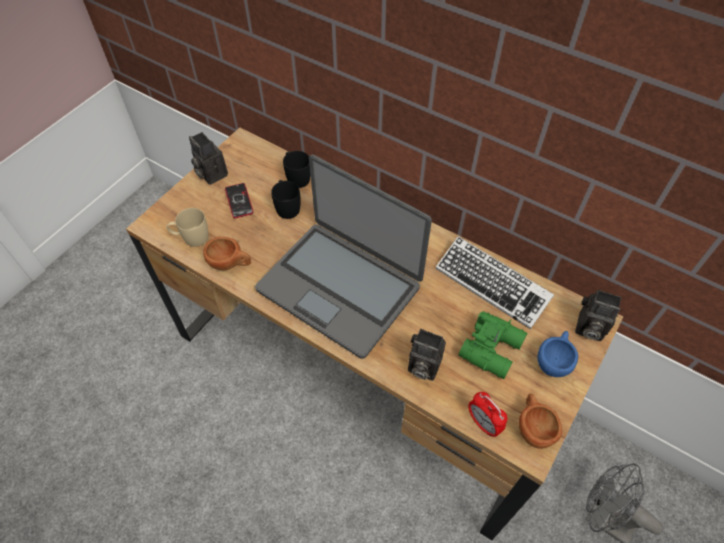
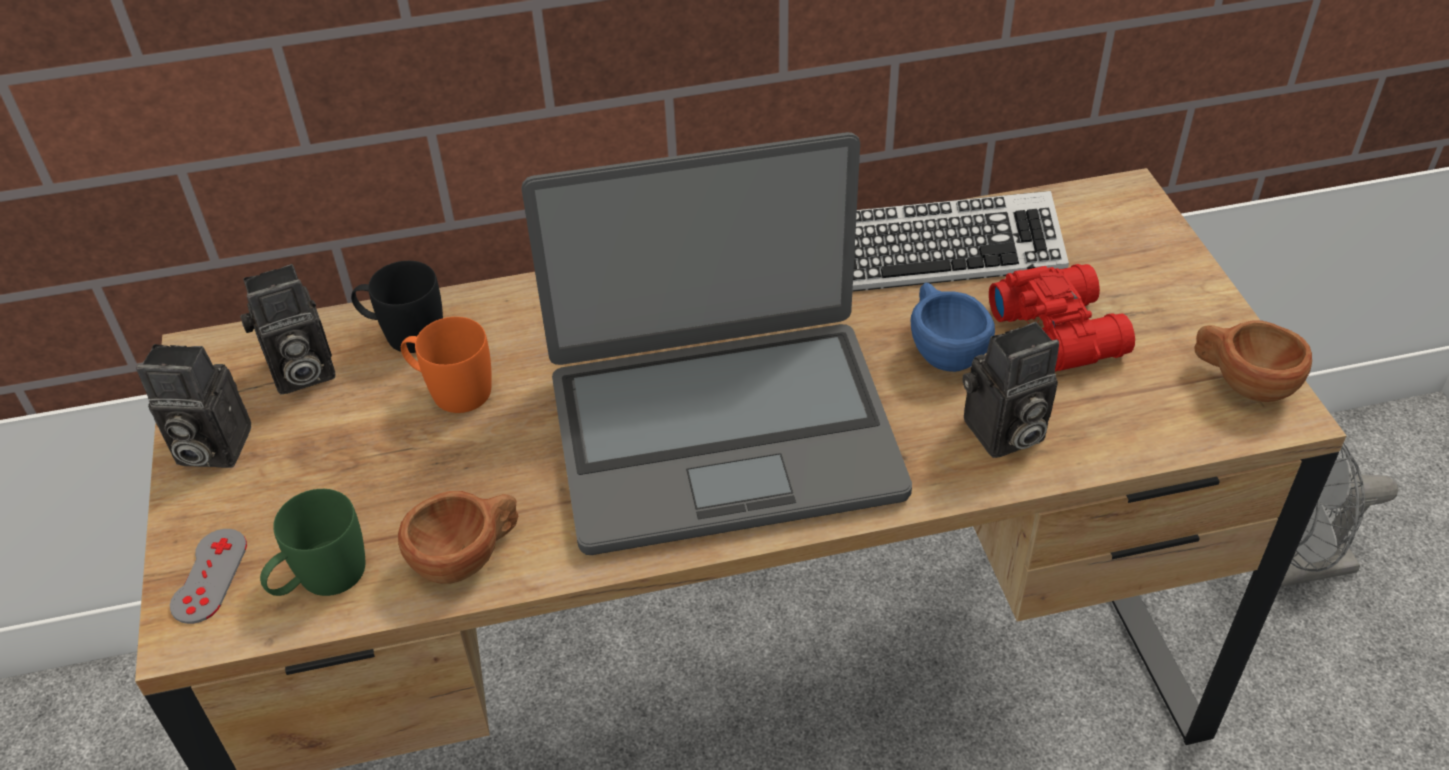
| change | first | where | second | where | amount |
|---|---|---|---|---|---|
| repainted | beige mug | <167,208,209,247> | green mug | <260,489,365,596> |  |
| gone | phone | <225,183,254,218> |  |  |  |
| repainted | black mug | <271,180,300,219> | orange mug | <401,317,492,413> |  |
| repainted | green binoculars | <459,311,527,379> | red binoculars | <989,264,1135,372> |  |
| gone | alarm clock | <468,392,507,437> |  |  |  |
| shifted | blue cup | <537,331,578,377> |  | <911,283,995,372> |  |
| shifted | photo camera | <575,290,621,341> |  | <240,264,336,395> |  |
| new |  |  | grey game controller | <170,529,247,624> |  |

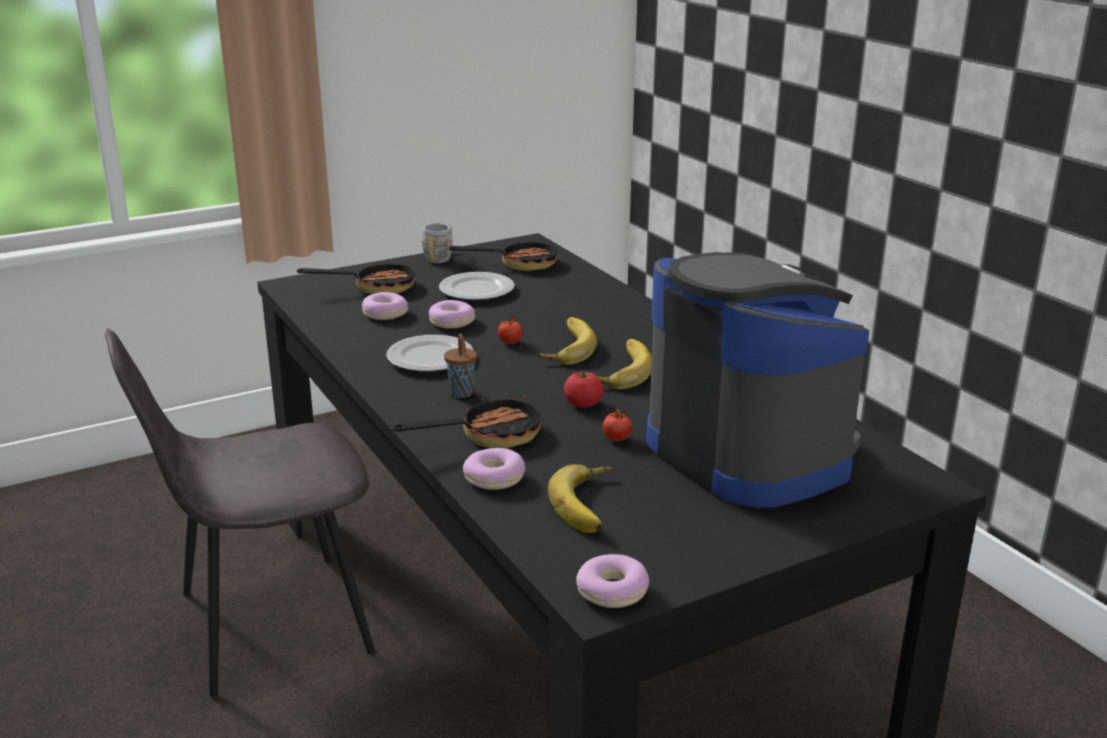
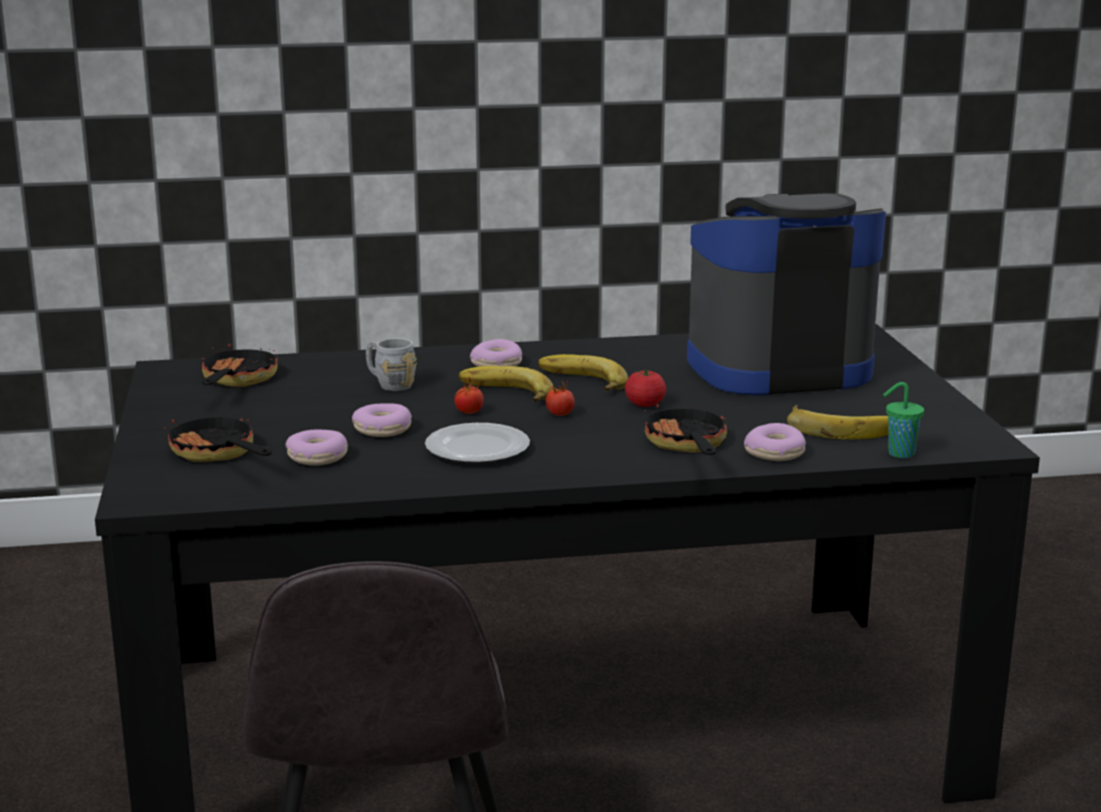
| change | first | where | second | where | amount |
|---|---|---|---|---|---|
| rotated | frying pan | <297,259,415,294> |  | <164,407,272,462> | 45 degrees counterclockwise |
| shifted | grey mug | <422,223,453,263> |  | <366,338,417,391> |  |
| gone | plate | <439,272,515,301> |  |  |  |
| gone | brown cup | <444,334,477,398> |  |  |  |
| shifted | donut | <576,554,649,608> |  | <470,339,523,367> |  |
| shifted | tomato | <602,406,632,441> |  | <546,381,575,416> |  |
| new |  |  | green cup | <883,382,924,458> |  |

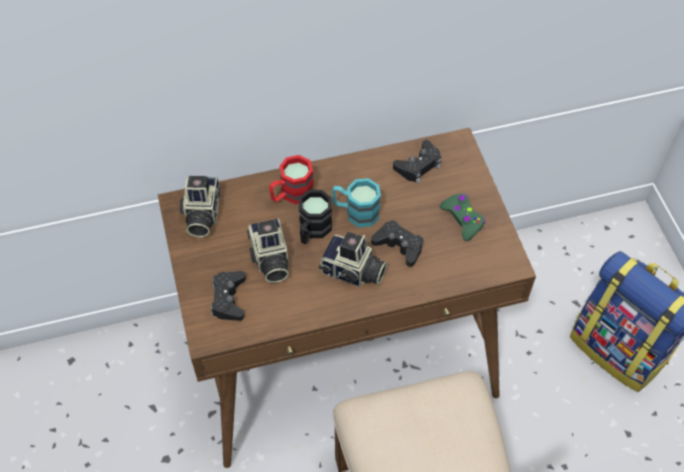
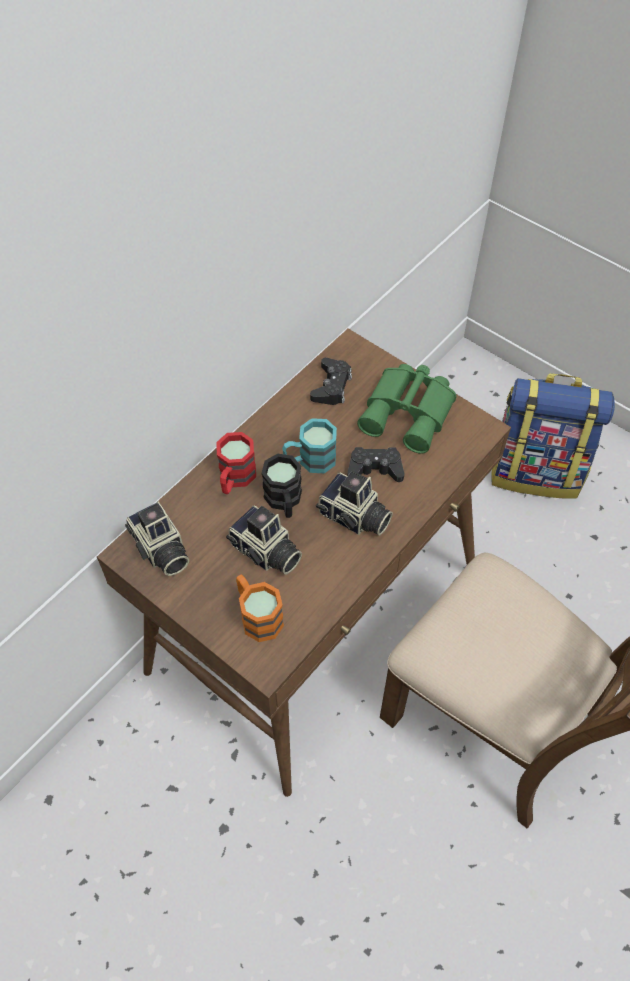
| change | first | where | second | where | amount |
|---|---|---|---|---|---|
| swapped | black game controller | <211,271,246,321> | orange mug | <236,575,284,642> |  |
| rotated | photo camera | <319,232,387,287> |  | <316,471,393,536> | 45 degrees clockwise |
| swapped | green game controller | <440,193,485,241> | green binoculars | <357,364,456,454> |  |

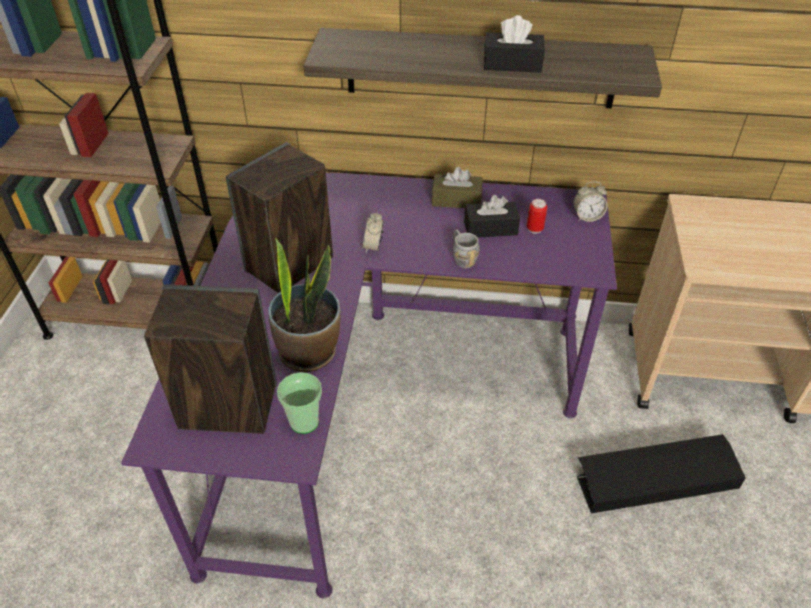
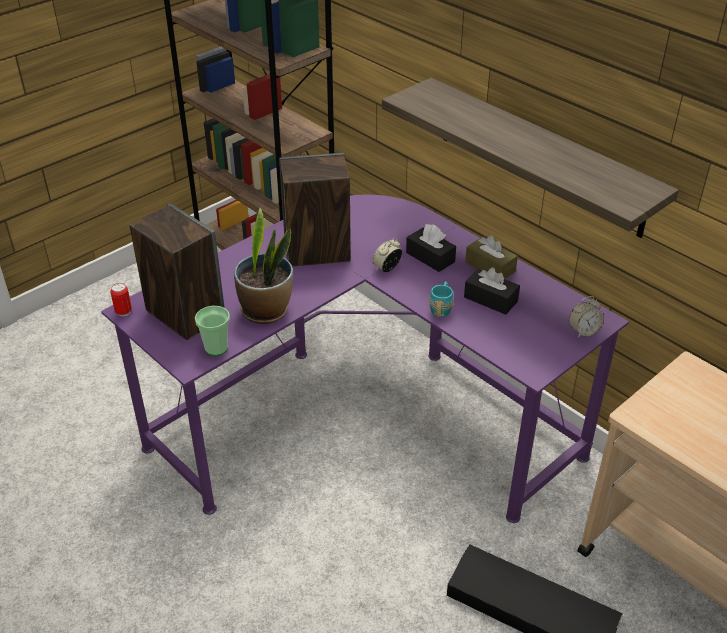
| change | first | where | second | where | amount |
|---|---|---|---|---|---|
| repainted | grey mug | <453,230,480,268> | turquoise mug | <429,282,454,318> |  |
| shifted | black tissue box | <484,15,545,73> |  | <406,224,456,272> |  |
| shifted | can | <527,199,547,234> |  | <110,283,132,316> |  |
| rotated | alarm clock | <573,182,608,222> |  | <569,296,604,337> | 60 degrees counterclockwise |

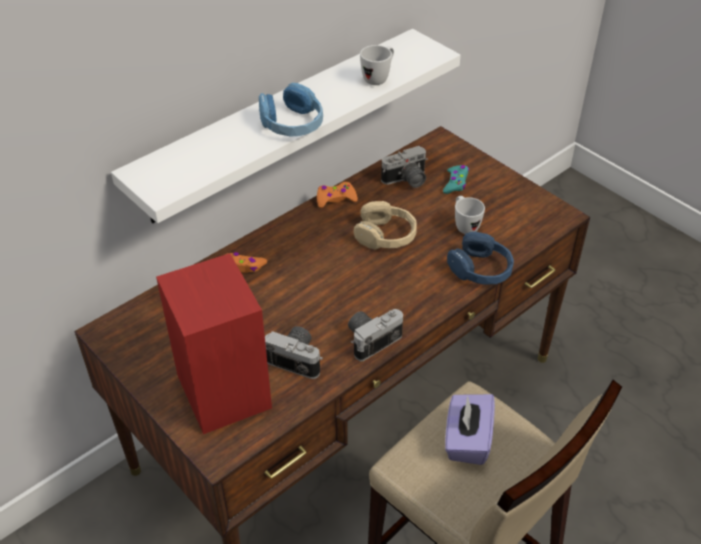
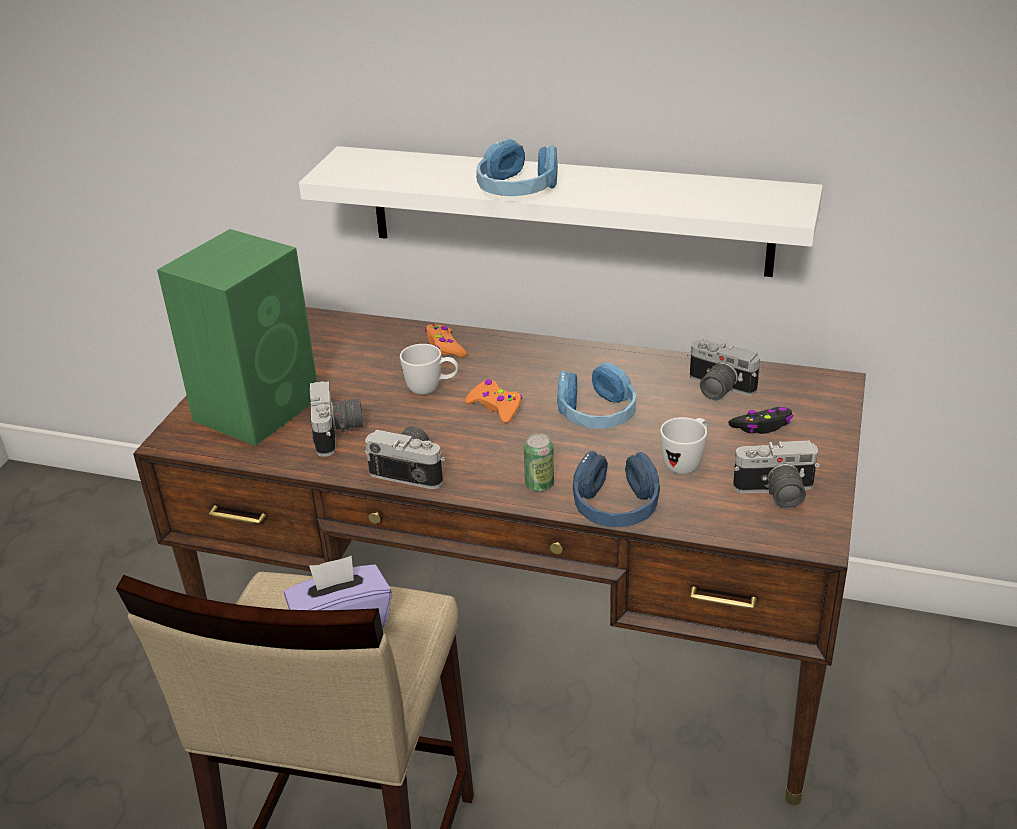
| change | first | where | second | where | amount |
|---|---|---|---|---|---|
| repainted | red speaker | <156,253,272,434> | green speaker | <157,229,317,446> |  |
| shifted | orange game controller | <317,182,358,208> |  | <465,379,523,423> |  |
| repainted | beige headphones | <354,201,417,250> | blue headphones | <557,362,636,429> |  |
| shifted | white mug | <360,45,394,85> |  | <400,344,458,395> |  |
| repainted | turquoise game controller | <443,165,469,194> | black game controller | <728,407,793,434> |  |
| new |  |  | can | <524,433,554,492> |  |
| new |  |  | photo camera | <733,441,820,508> |  |

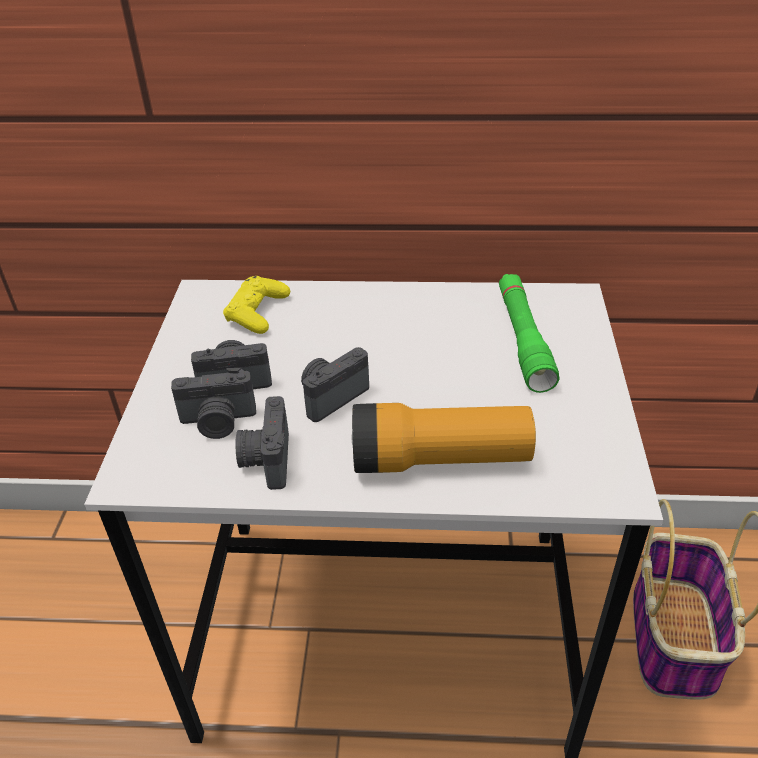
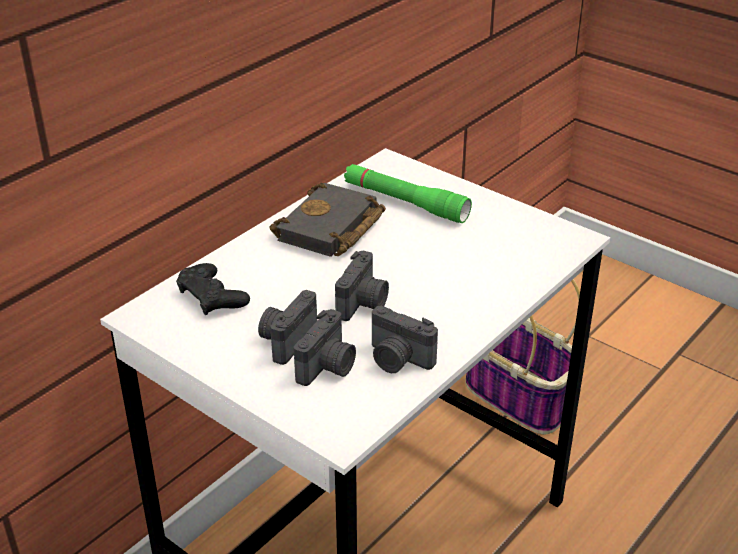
| change | first | where | second | where | amount |
|---|---|---|---|---|---|
| repainted | yellow game controller | <223,276,290,334> | black game controller | <176,263,250,315> |  |
| rotated | photo camera | <301,347,369,422> |  | <335,251,389,321> | 150 degrees counterclockwise |
| gone | flashlight | <351,403,536,473> |  |  |  |
| new |  |  | black book | <269,183,386,257> |  |

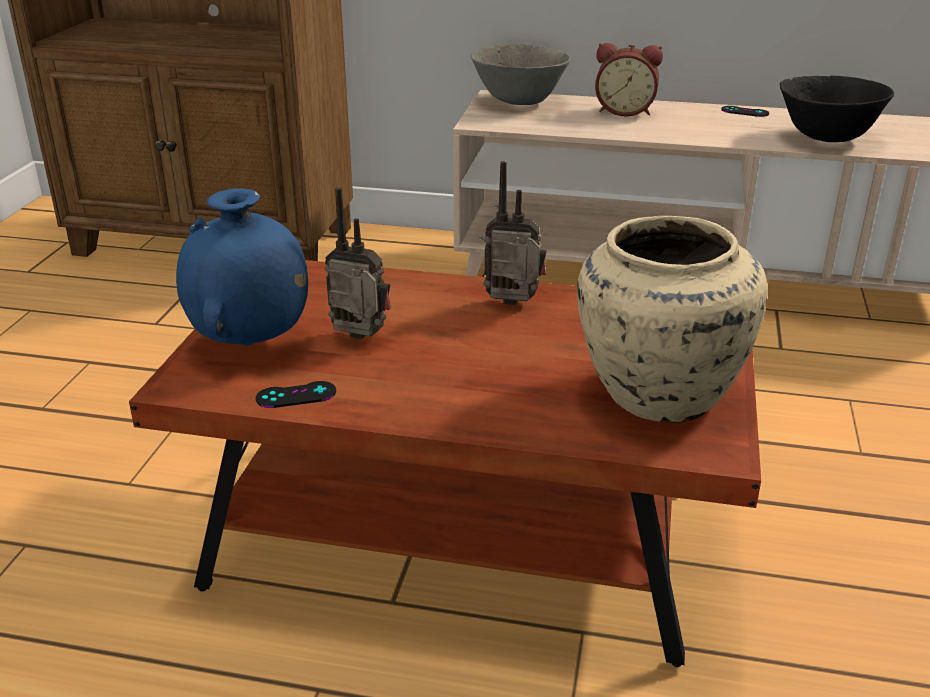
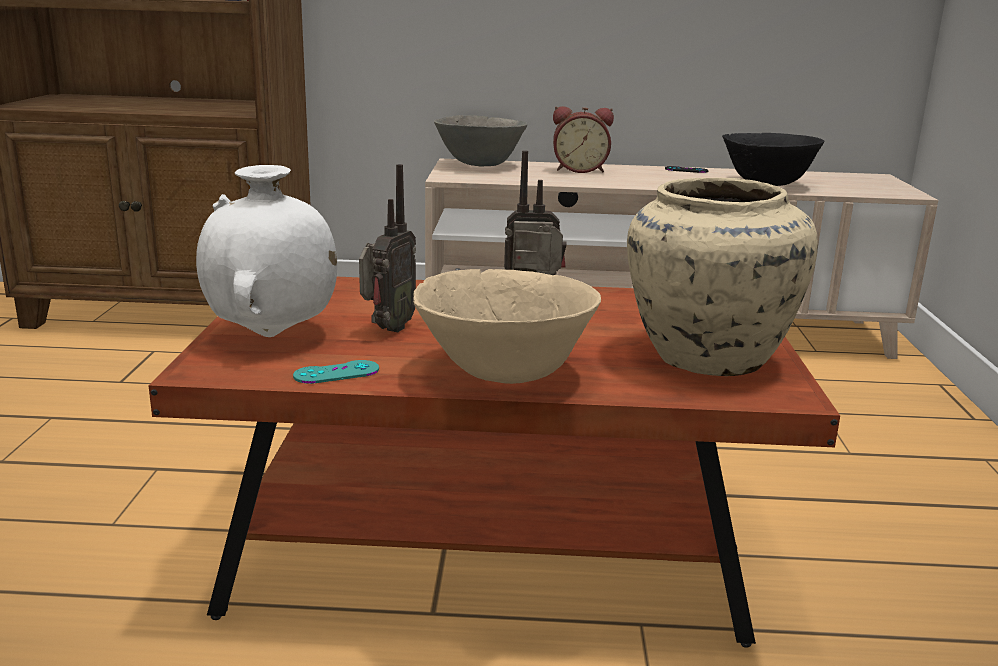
| change | first | where | second | where | amount |
|---|---|---|---|---|---|
| repainted | blue vase | <176,188,308,346> | white vase | <196,165,337,337> |  |
| repainted | black game controller | <256,381,336,408> | turquoise game controller | <293,360,379,384> |  |
| rotated | radio | <325,187,391,339> |  | <359,164,416,332> | 105 degrees clockwise |
| new |  |  | beige bowl | <413,269,601,384> |  |

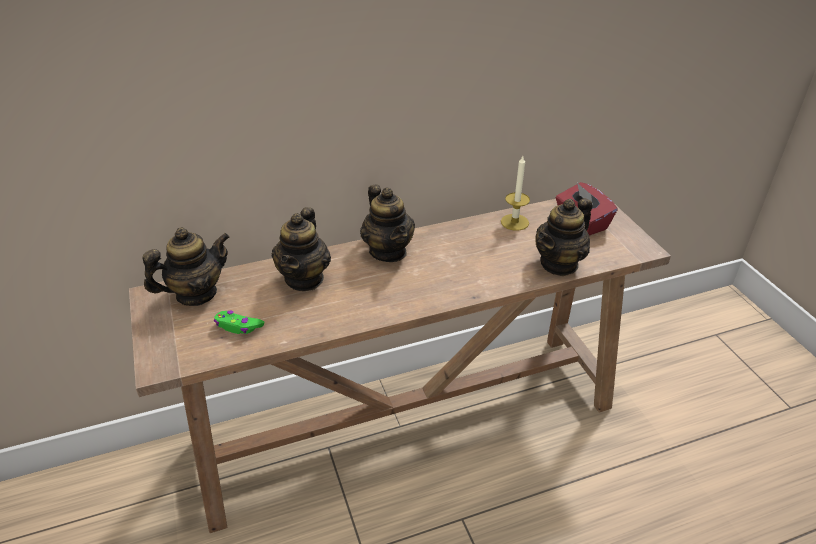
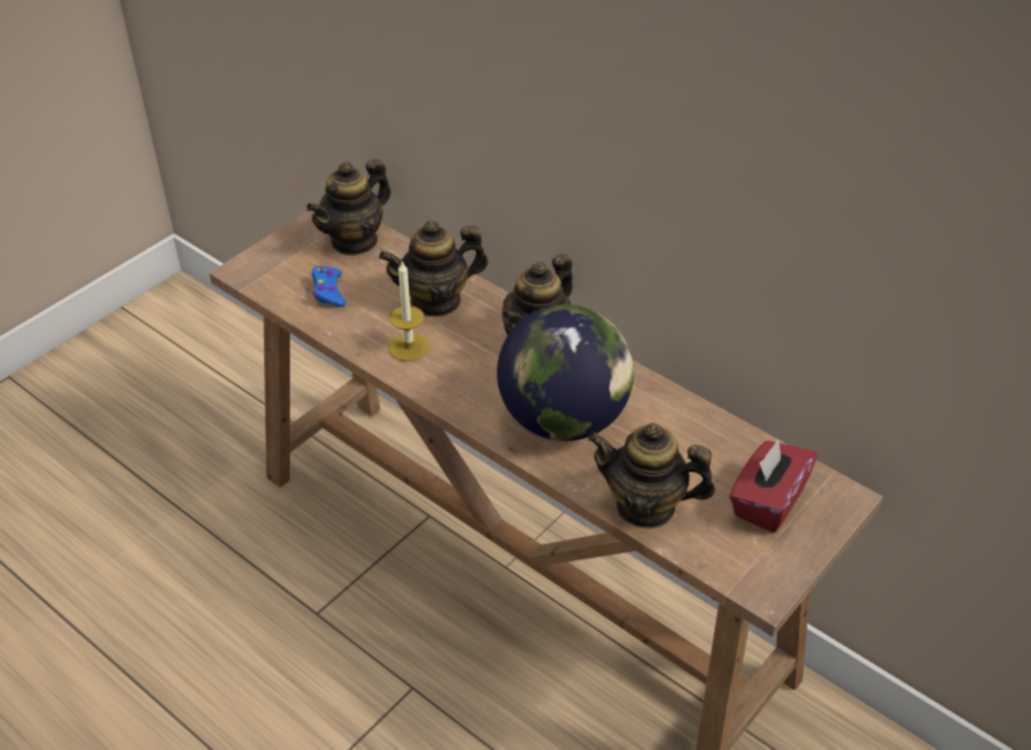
| change | first | where | second | where | amount |
|---|---|---|---|---|---|
| rotated | teapot | <143,227,229,306> |  | <306,159,391,256> | 105 degrees clockwise |
| repainted | green game controller | <214,310,264,334> | blue game controller | <312,266,346,307> |  |
| shifted | candle | <501,156,530,231> |  | <389,261,430,362> |  |
| new |  |  | globe | <497,304,634,441> |  |

